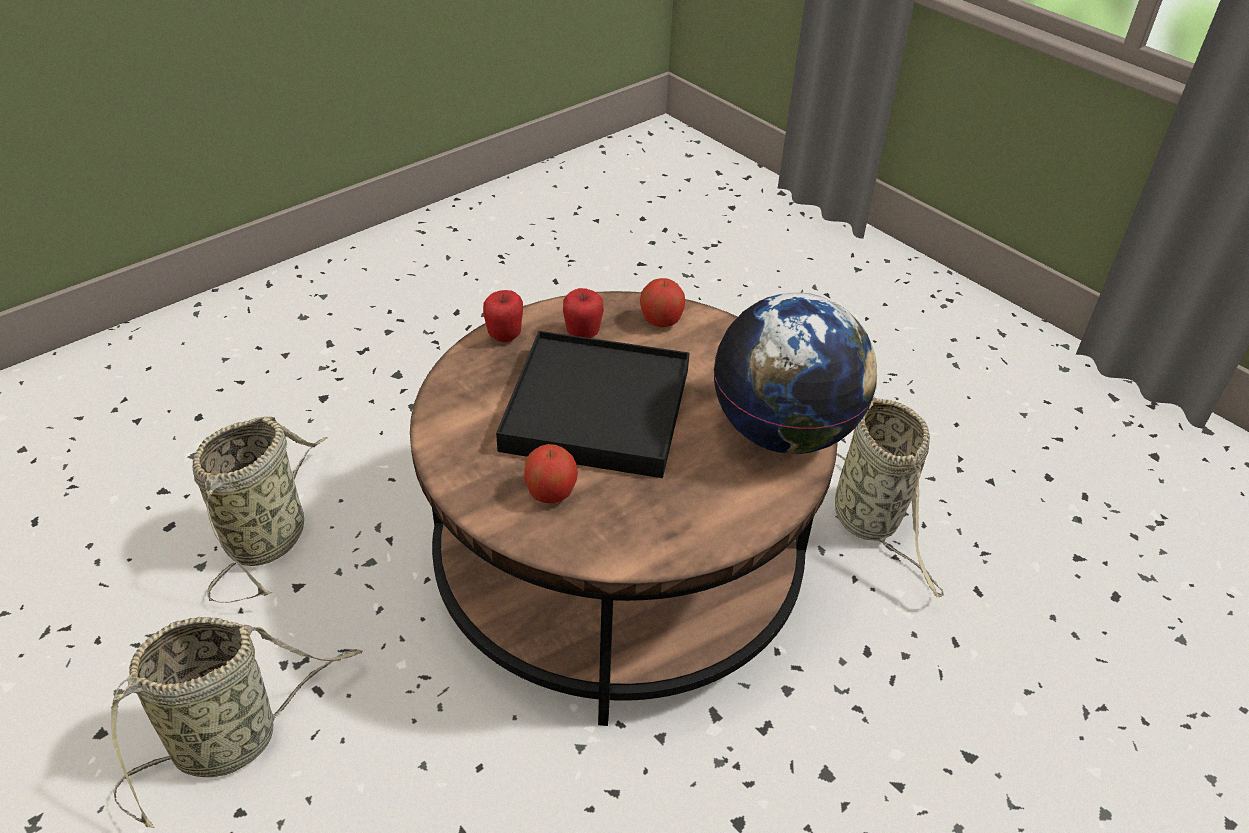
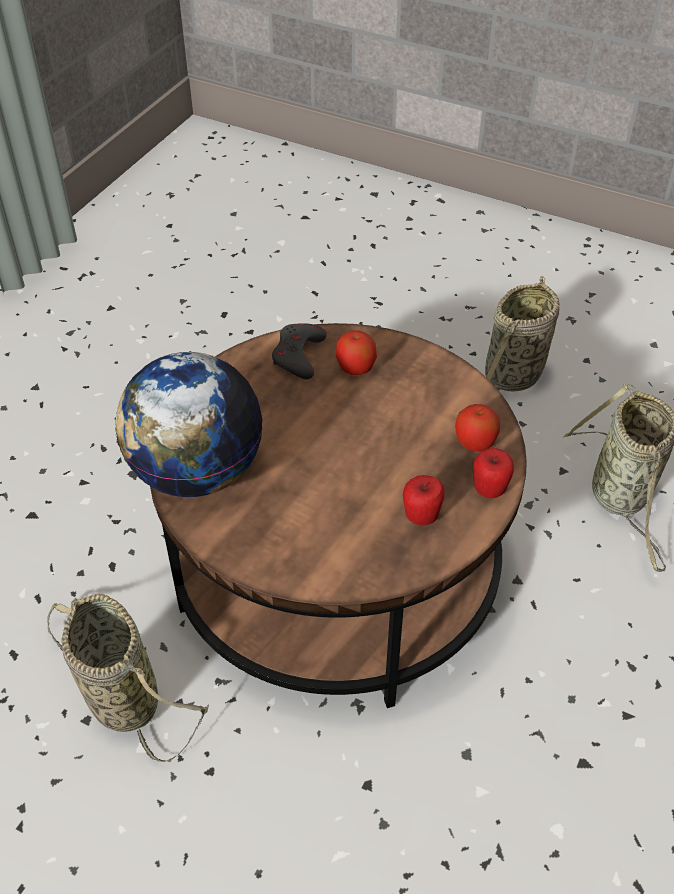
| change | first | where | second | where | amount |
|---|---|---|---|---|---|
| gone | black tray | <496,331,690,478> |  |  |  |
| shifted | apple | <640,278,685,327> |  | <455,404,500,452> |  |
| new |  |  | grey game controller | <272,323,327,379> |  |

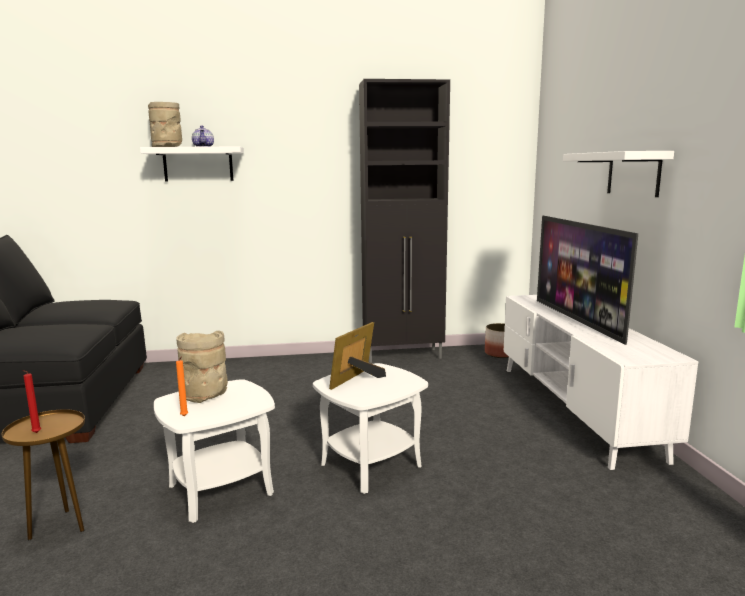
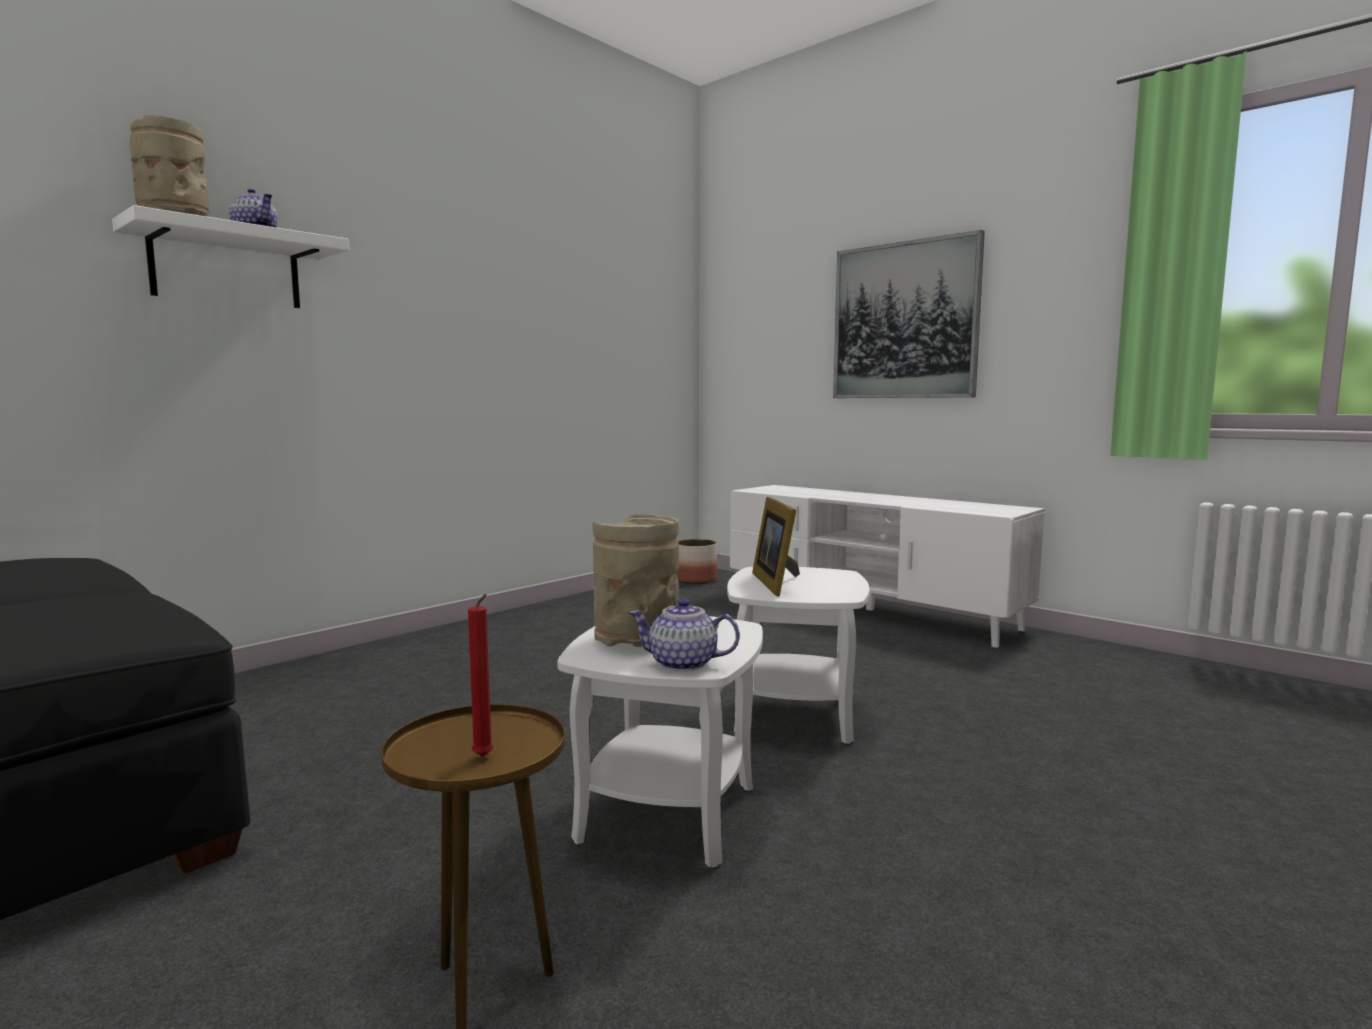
| change | first | where | second | where | amount |
|---|---|---|---|---|---|
| swapped | orange candle | <176,356,188,416> | teapot | <629,598,740,671> |  |
| gone | black cabinet | <359,79,450,363> |  |  |  |
| gone | television | <537,216,638,345> |  |  |  |
| swapped | white shelf | <563,151,674,197> | picture | <833,230,985,398> |  |

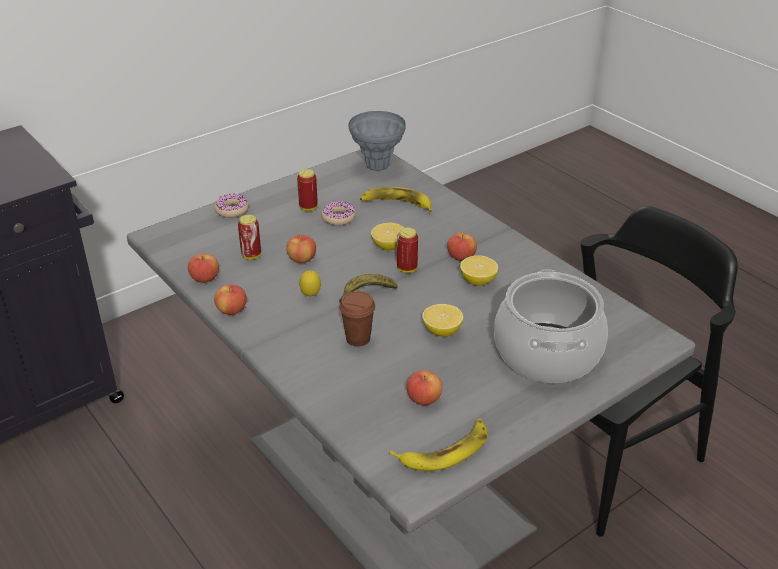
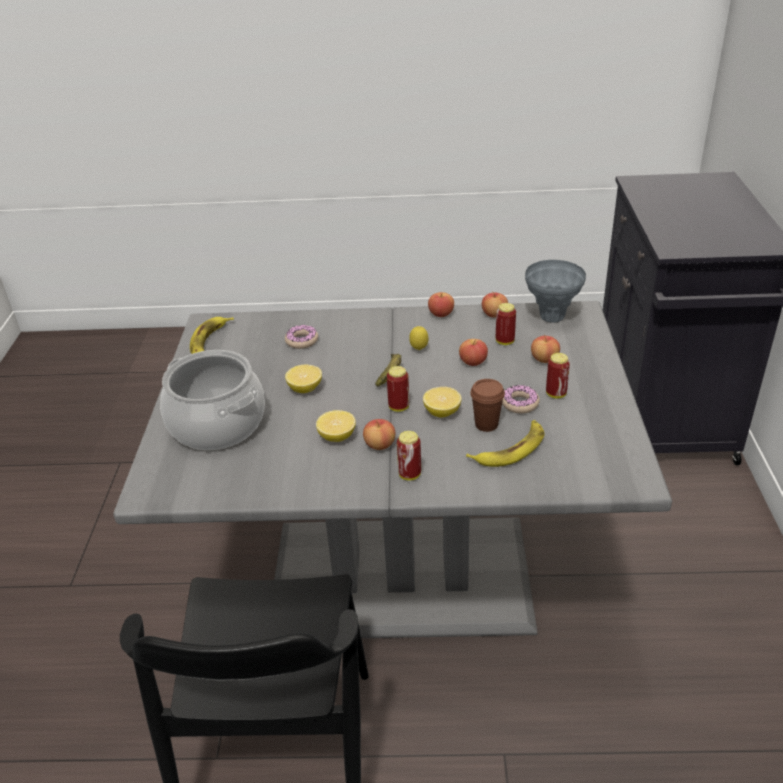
| change | first | where | second | where | amount |
|---|---|---|---|---|---|
| shifted | donut | <214,193,249,218> |  | <285,325,318,349> |  |
| shifted | brown cup | <340,291,375,347> |  | <470,379,505,432> |  |
| shifted | grey vase | <349,111,406,171> |  | <525,260,586,323> |  |
| shifted | apple | <407,370,443,405> |  | <531,335,560,363> |  |
| new |  |  | can | <397,431,421,481> |  |

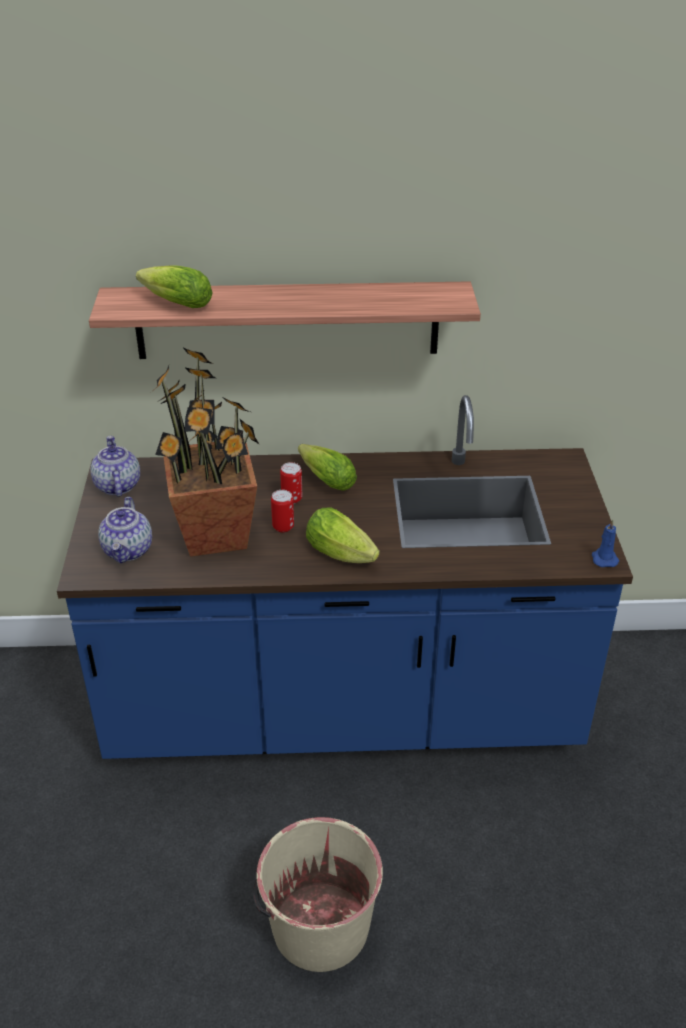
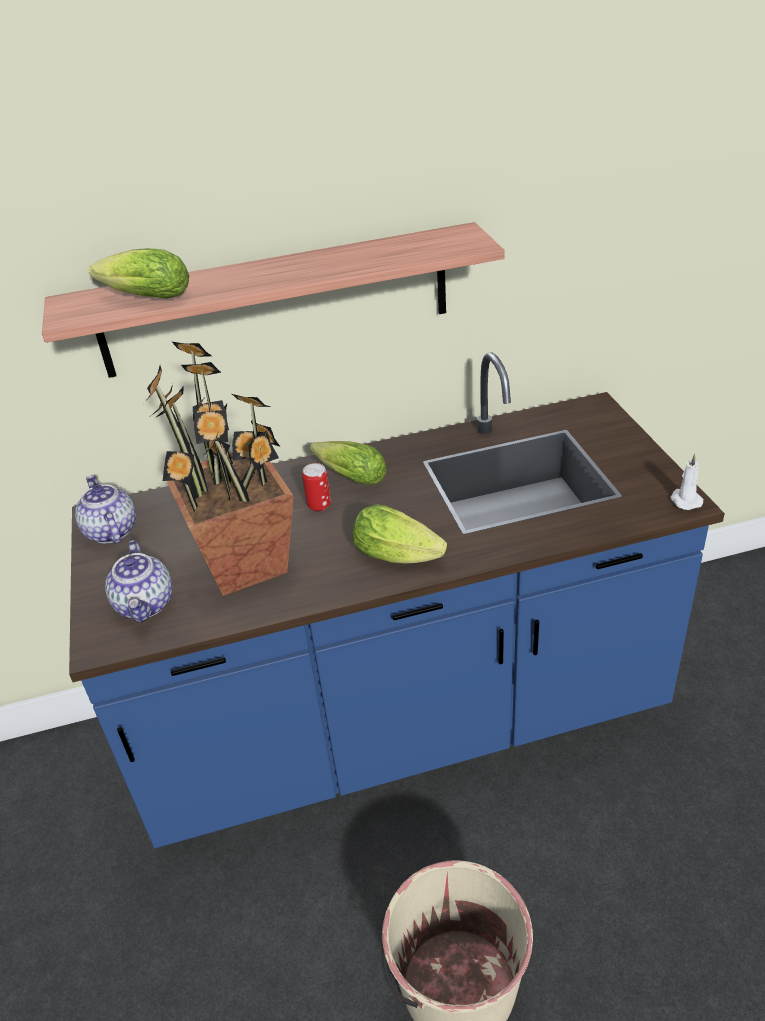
| change | first | where | second | where | amount |
|---|---|---|---|---|---|
| gone | can | <271,490,294,533> |  |  |  |
| repainted | blue candle | <592,520,619,567> | white candle | <670,454,704,510> |  |

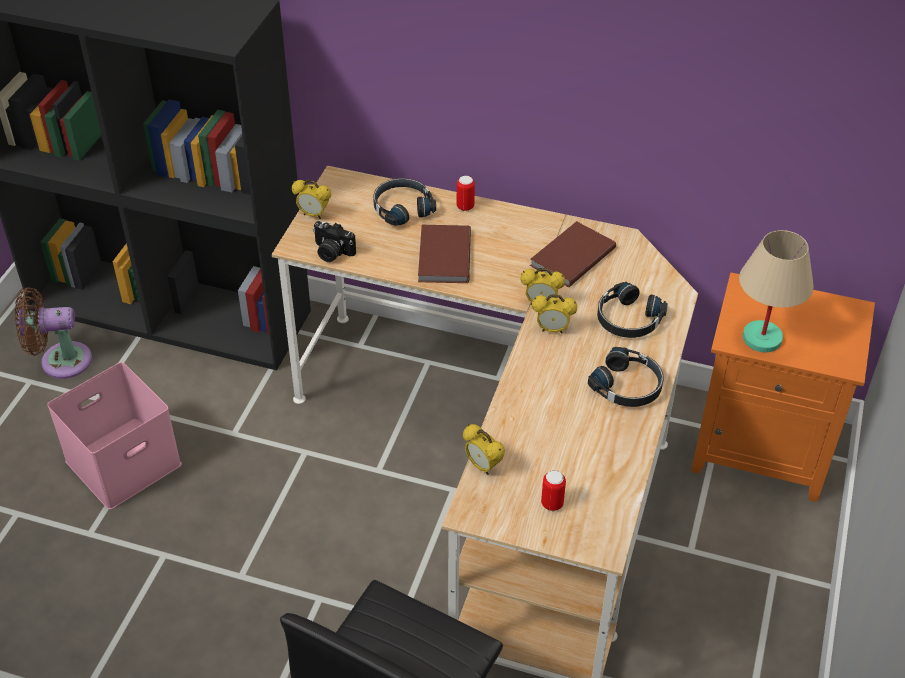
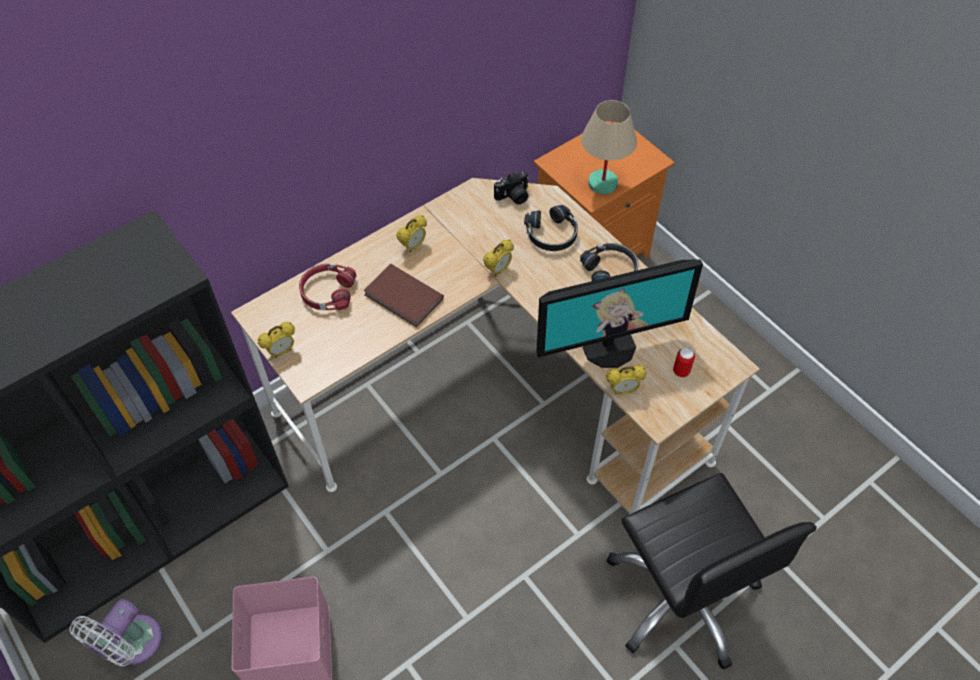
| change | first | where | second | where | amount |
|---|---|---|---|---|---|
| repainted | brown fan | <15,287,92,379> | white fan | <70,599,162,666> |  |
| shifted | photo camera | <313,221,356,262> |  | <494,171,529,205> |  |
| repainted | black headphones | <373,178,436,226> | red headphones | <299,264,356,310> |  |
| gone | can | <457,176,475,211> |  |  |  |
| gone | brown book | <530,221,616,287> |  |  |  |
| shifted | alarm clock | <532,294,577,333> |  | <396,215,427,252> |  |
| new |  |  | monitor | <536,259,703,368> |  |

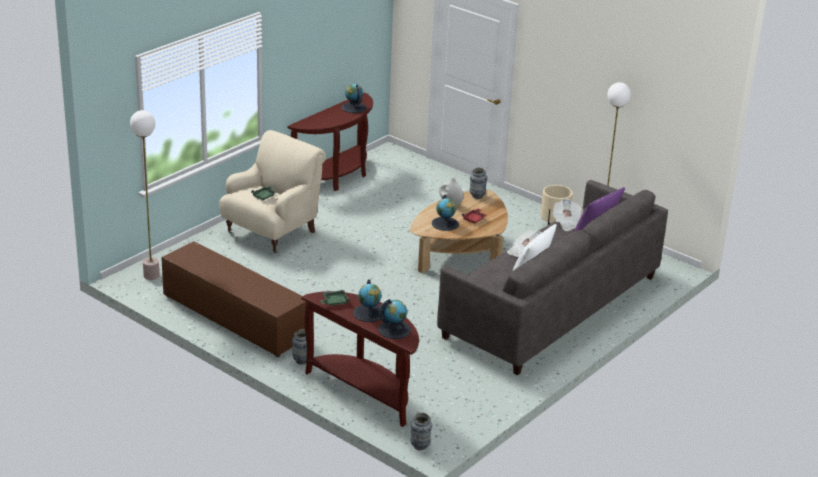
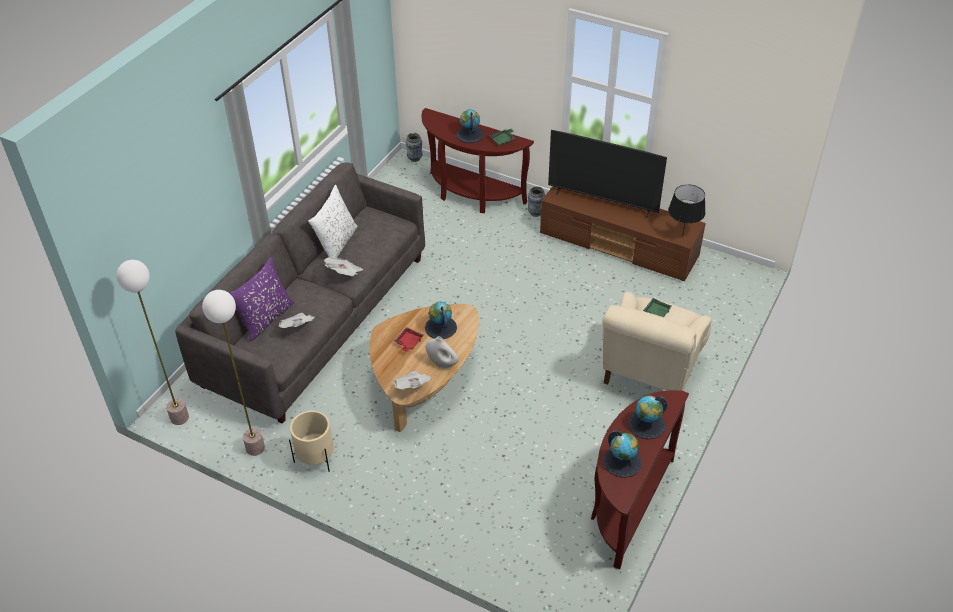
| change | first | where | second | where | amount |
|---|---|---|---|---|---|
| shifted | floor lamp | <130,110,160,280> |  | <116,260,189,425> |  |
| shifted | globe | <378,299,411,339> |  | <628,396,667,439> |  |
| swapped | vase | <470,168,487,199> | newspaper | <394,371,431,389> |  |
| new |  |  | television | <548,130,667,219> |  |
| new |  |  | black table lamp | <668,184,705,237> |  |

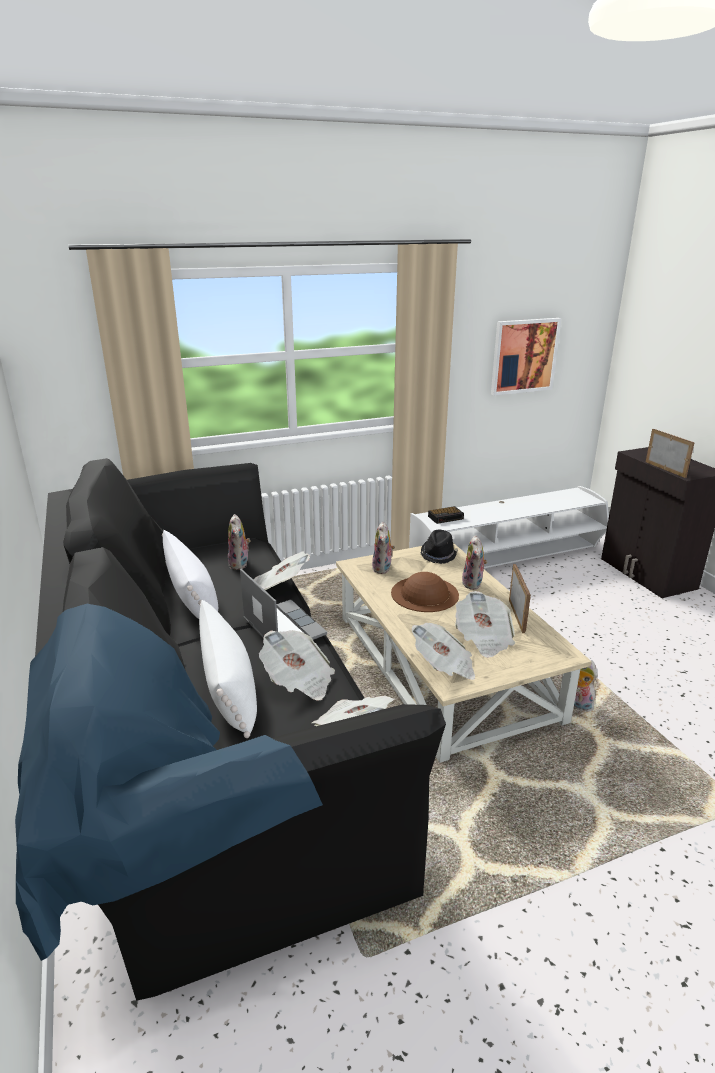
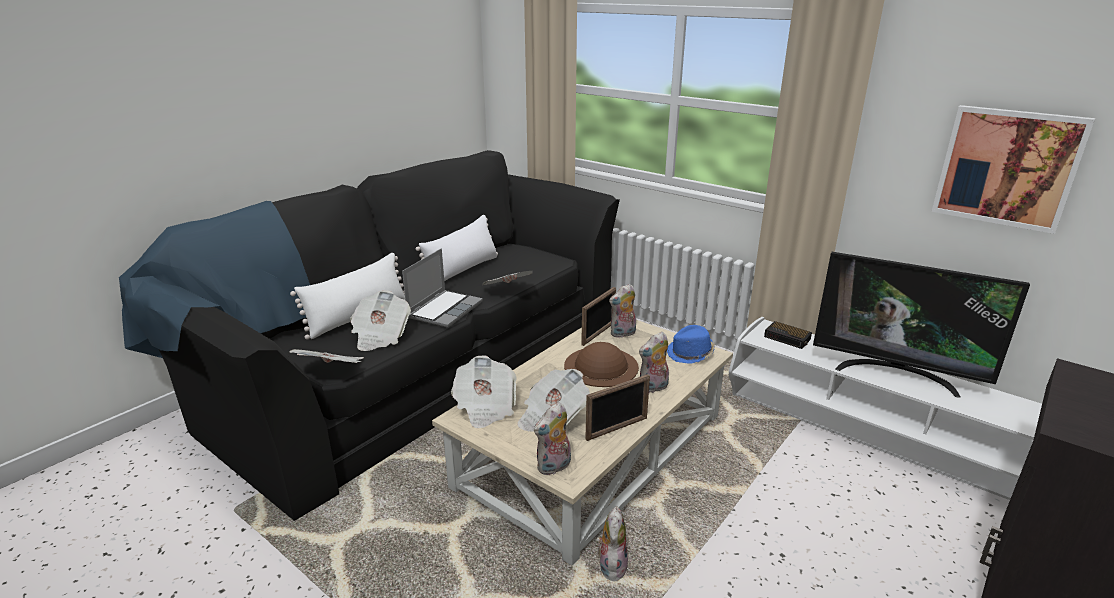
| change | first | where | second | where | amount |
|---|---|---|---|---|---|
| shifted | plush toy | <228,514,251,570> |  | <534,402,571,476> |  |
| repainted | black hat | <420,529,458,564> | blue hat | <667,325,715,364> |  |
| shifted | picture frame | <646,429,694,478> |  | <581,287,616,346> |  |
| new |  |  | television | <813,252,1030,397> |  |

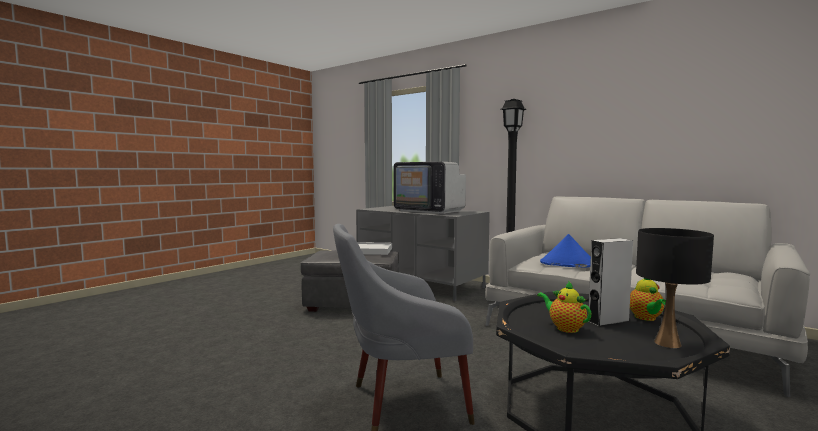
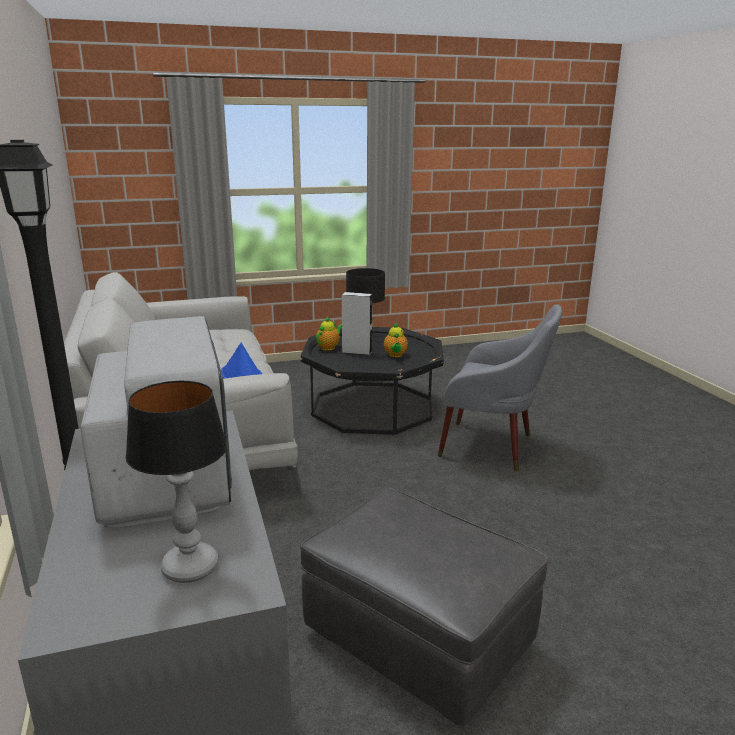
| change | first | where | second | where | amount |
|---|---|---|---|---|---|
| gone | white tray | <357,242,392,255> |  |  |  |
| new |  |  | table lamp | <126,381,227,583> |  |

